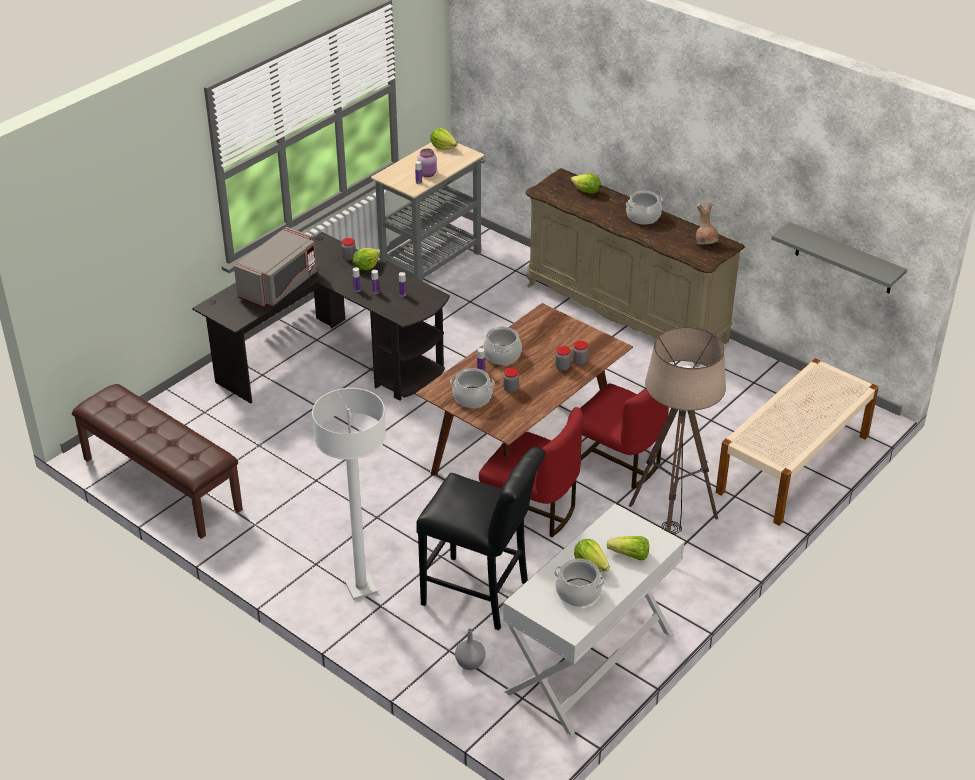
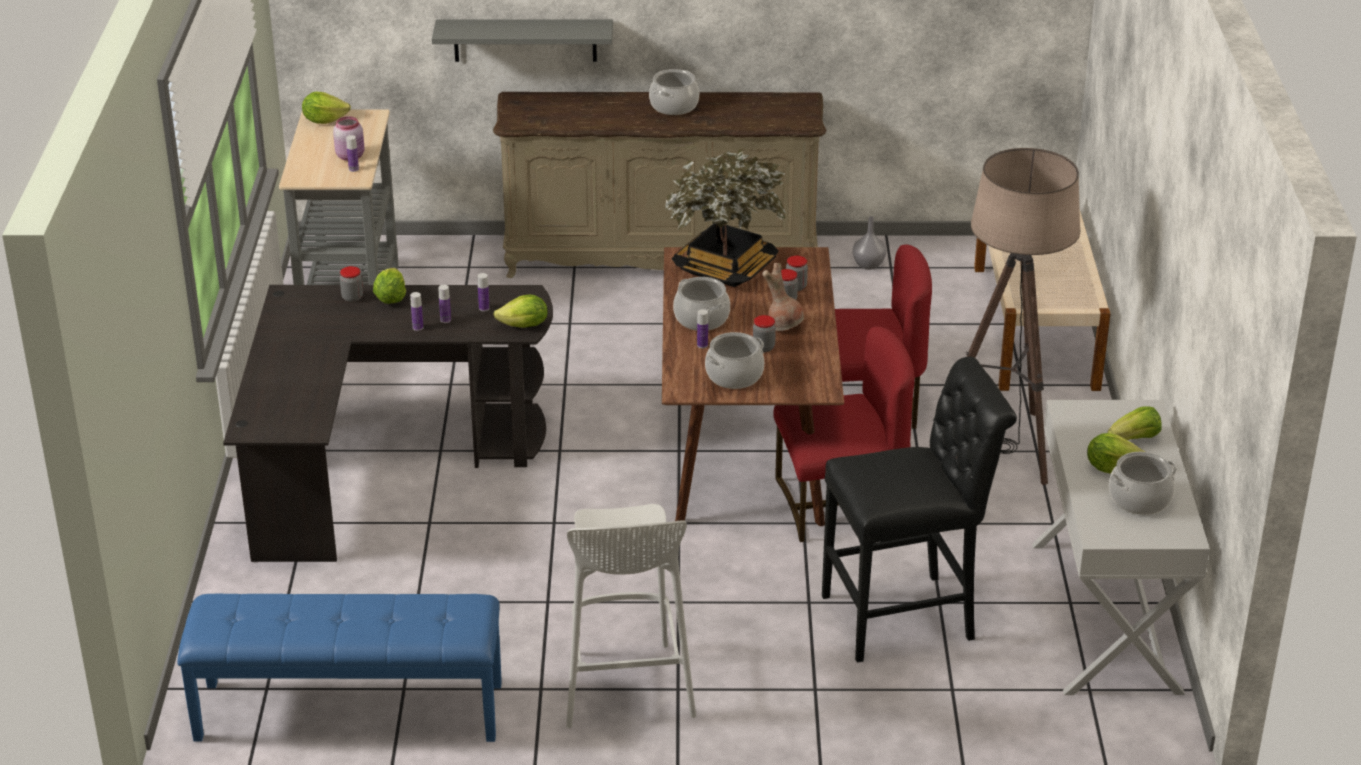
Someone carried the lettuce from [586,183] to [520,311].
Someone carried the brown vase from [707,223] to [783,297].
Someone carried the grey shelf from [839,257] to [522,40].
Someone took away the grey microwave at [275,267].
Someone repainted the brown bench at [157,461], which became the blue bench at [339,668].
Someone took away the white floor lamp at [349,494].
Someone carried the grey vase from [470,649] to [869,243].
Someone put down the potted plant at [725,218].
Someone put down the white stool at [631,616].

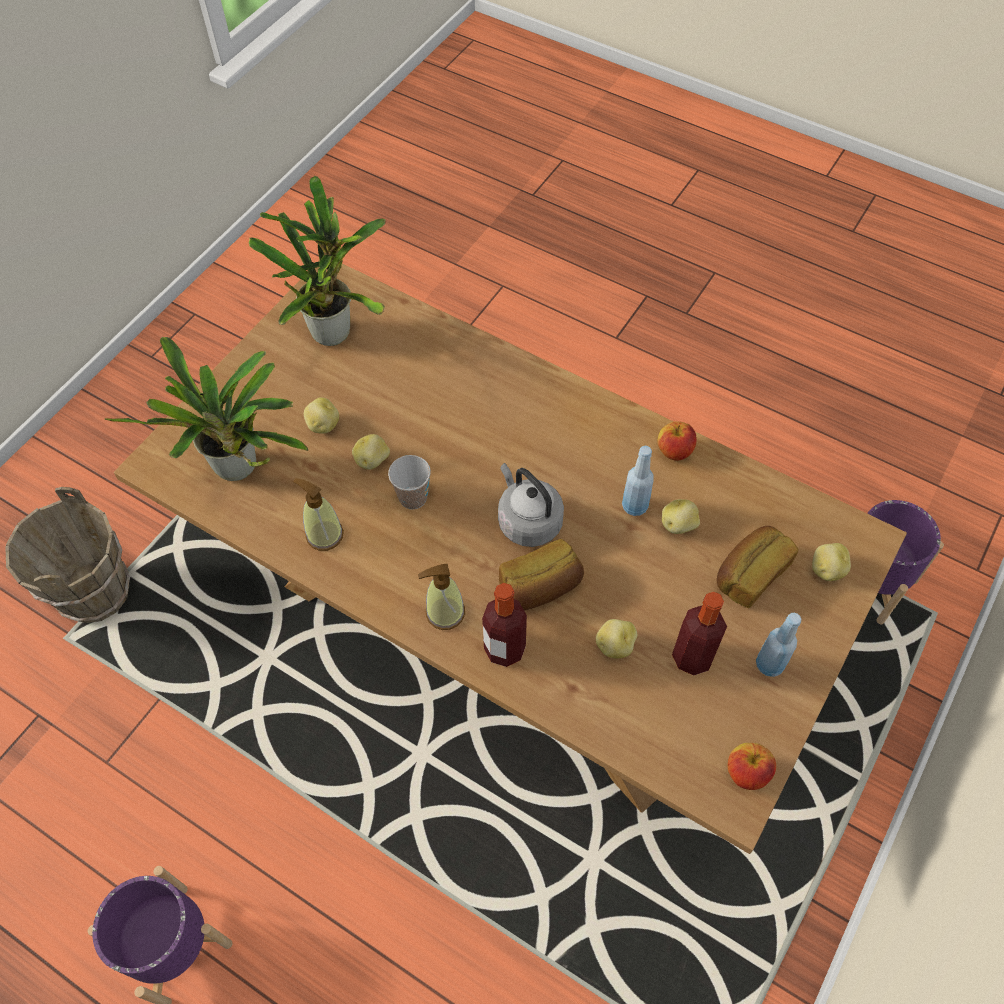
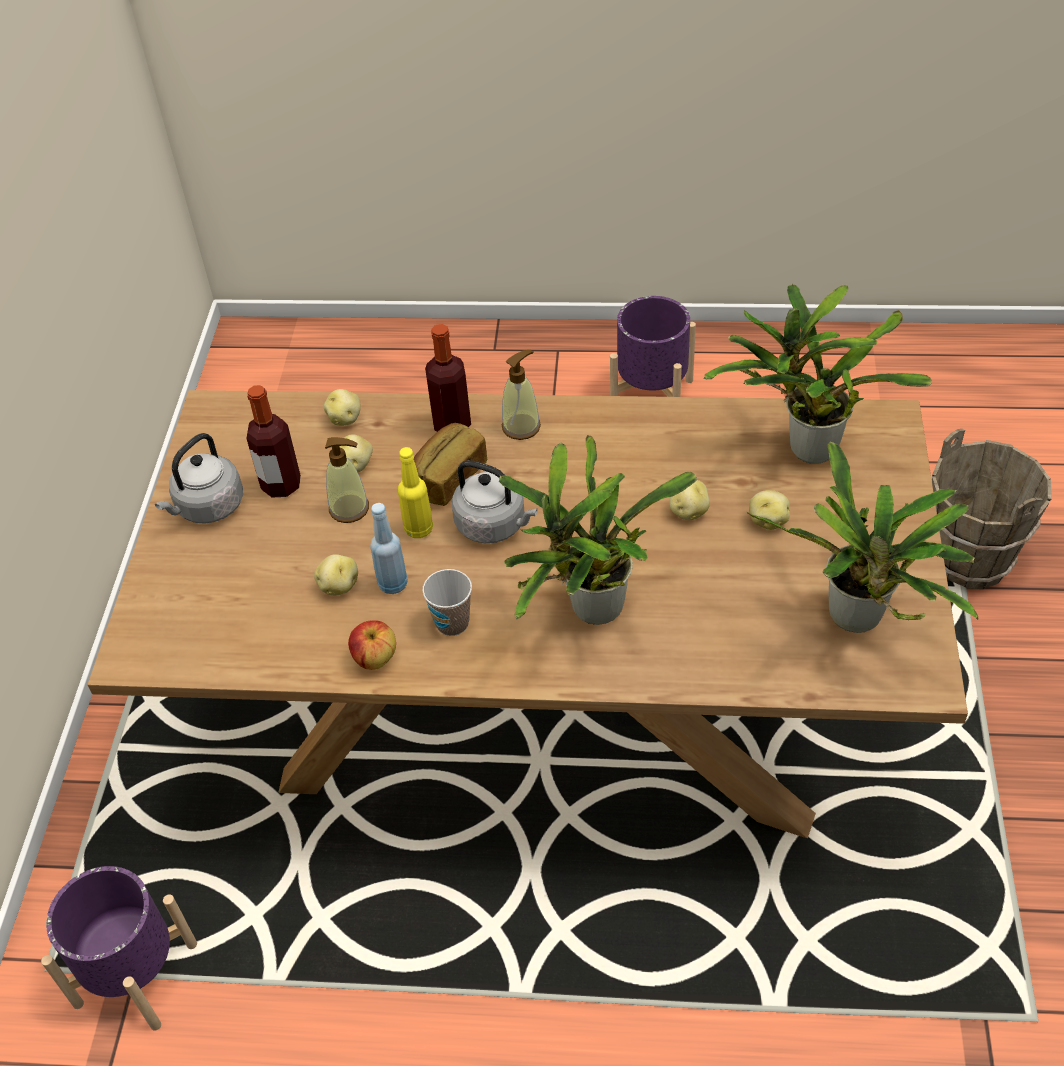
Someone carried the cup from [409,482] to [447,602].
Someone carried the soap dispenser from [318,514] to [347,480].
Someone took away the bread at [757,567].
Someone carried the potato from [831,562] to [342,407].
Someone swapped the blue bottle at [778,645] for the grey kettle at [199,478].
Someone took away the apple at [751,766].
Someone put down the potted plant at [598,530].
Someone put down the yellow bottle at [415,492].

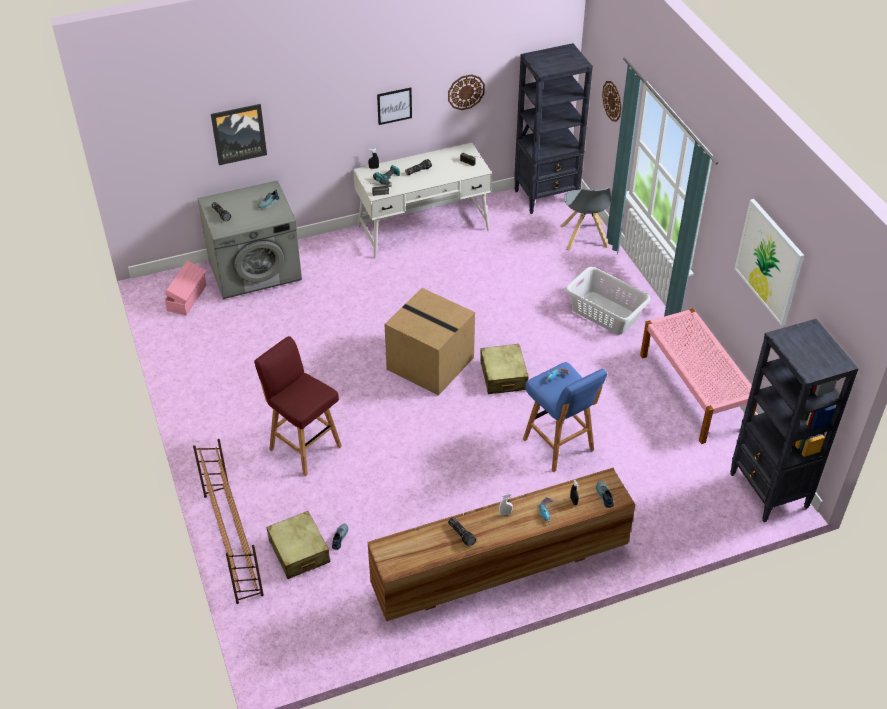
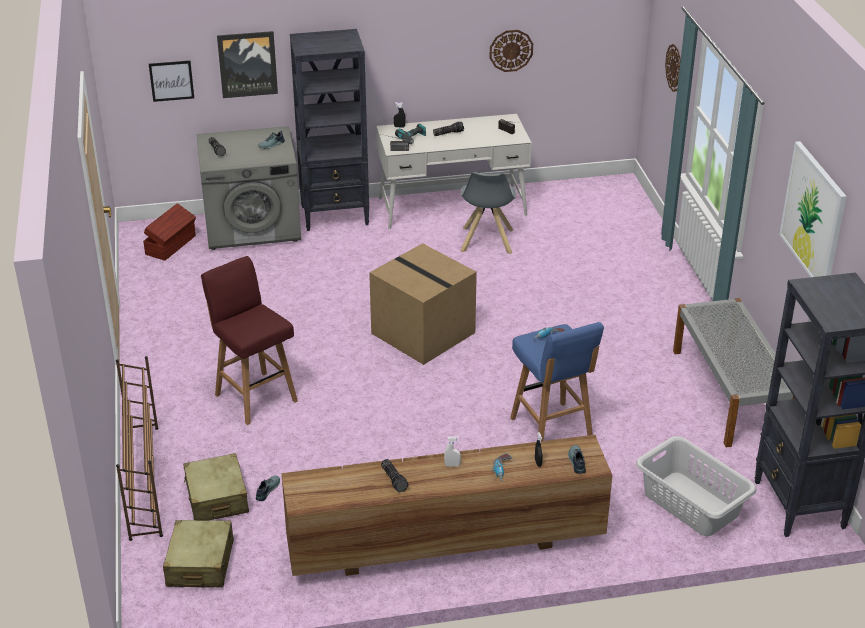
Someone carried the black bookcase from [553,128] to [329,130].
Someone carried the picture from [394,106] to [171,81].
Someone carried the grey chair from [586,218] to [488,213].
Someone repainted the pink storage box at [185,287], which became the brown storage box at [169,232].
Someone carried the grey laundry basket from [608,301] to [696,486].
Someone repainted the pink bench at [698,376], which became the grey bench at [734,372].
Someone carried the beige suitcase from [504,369] to [198,554].

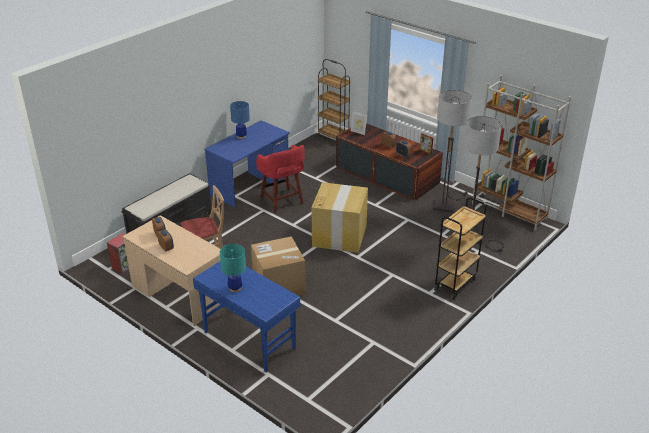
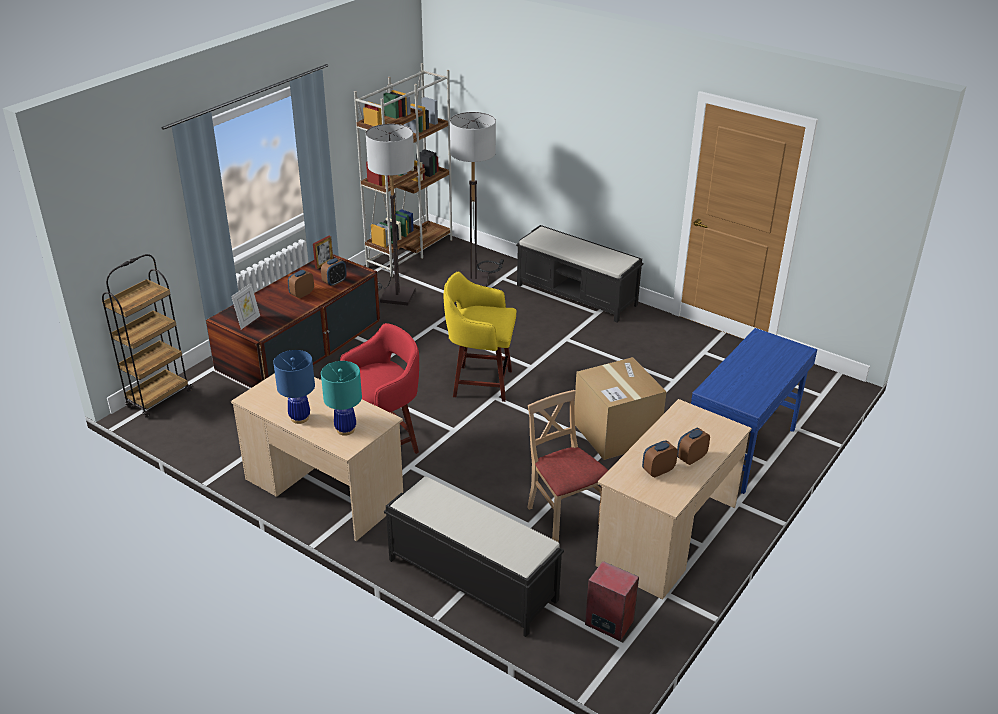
Someone repainted the blue desk at [247,164], which became the beige desk at [317,457].
Someone swapped the cardboard box at [340,217] for the yellow stool at [480,337].
Someone swapped the brown cart at [460,248] for the black bench at [579,274].
Someone carried the turquoise table lamp from [233,268] to [341,398].

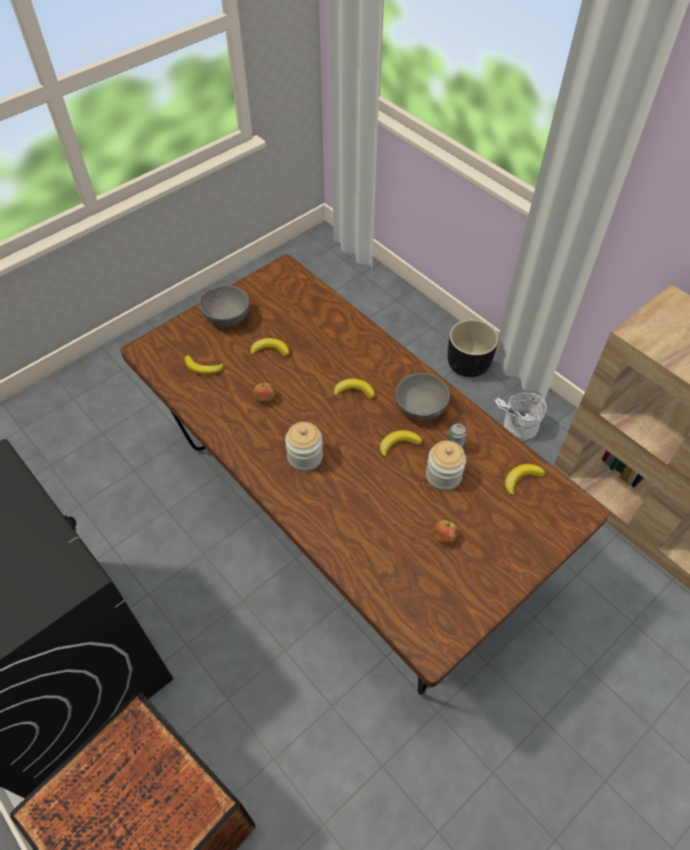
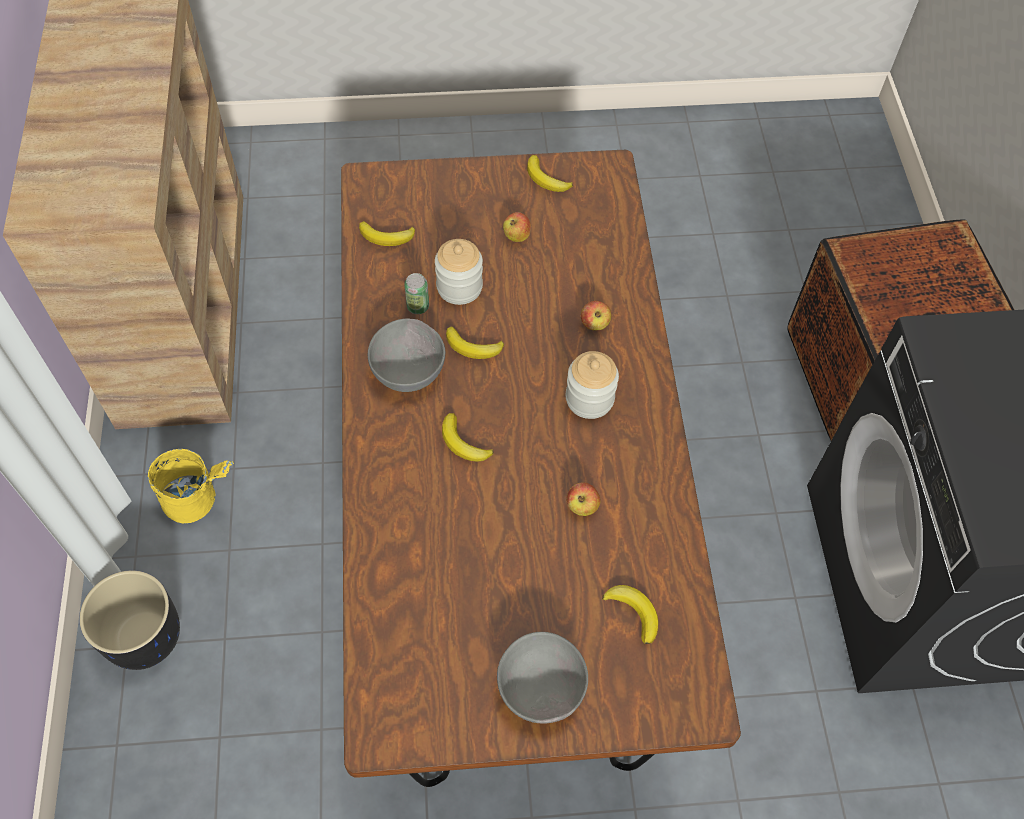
Someone carried the banana from [270,347] to [550,173].
Someone repainted the white bucket at [520,416], which became the yellow bucket at [191,486].
Someone put down the apple at [596,315].

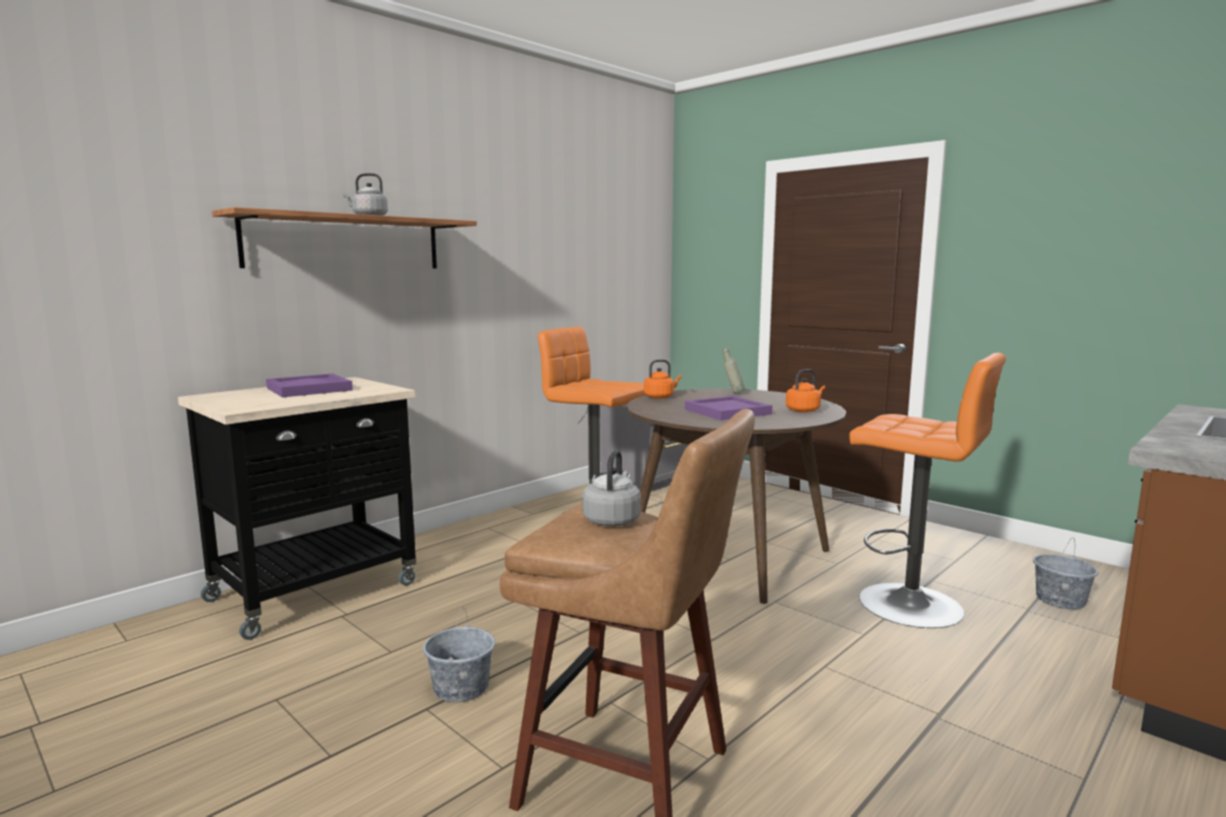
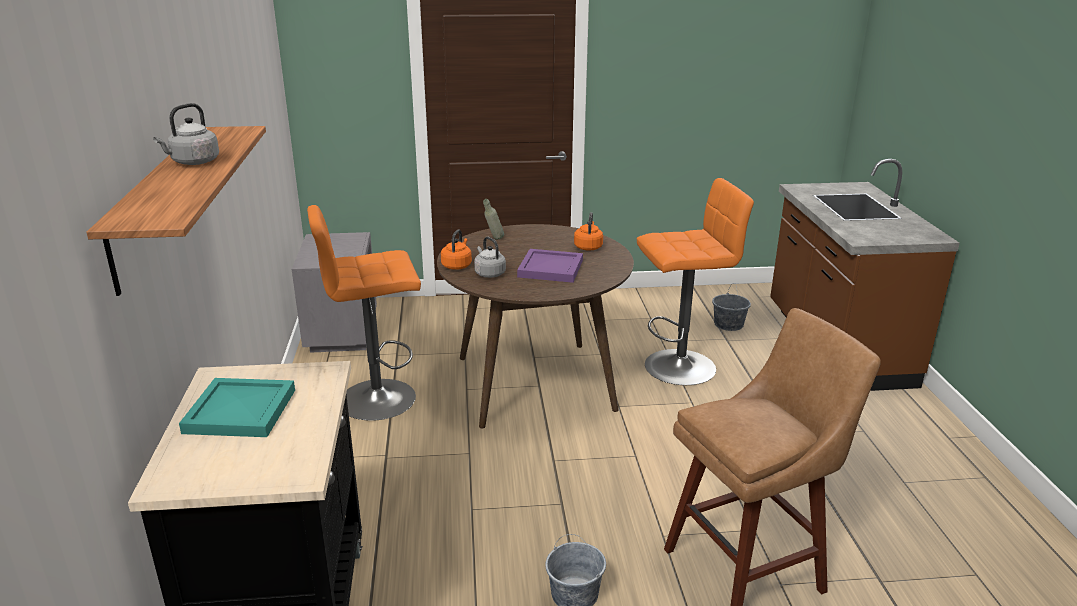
Someone repainted the purple tray at [309,385], which became the turquoise tray at [237,407].
Someone carried the grey kettle from [611,488] to [490,257].

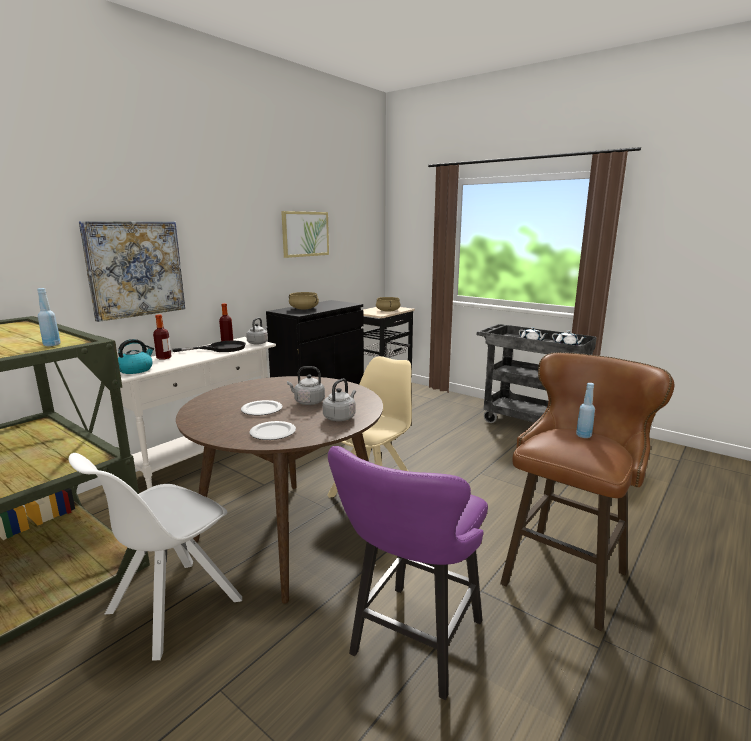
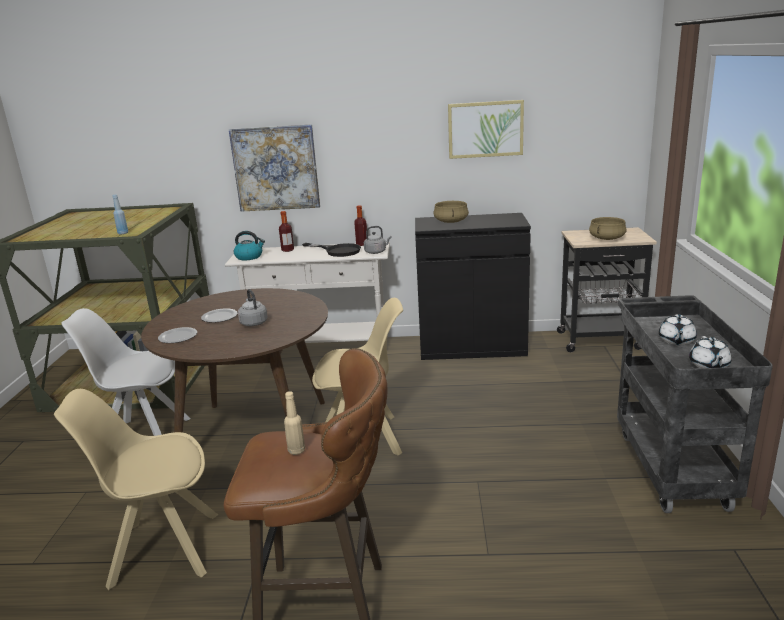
Someone took away the grey kettle at [339,400].
Someone repainted the blue bottle at [585,410], which became the beige bottle at [294,423].
Someone swapped the purple stool at [408,573] for the beige chair at [136,489].

